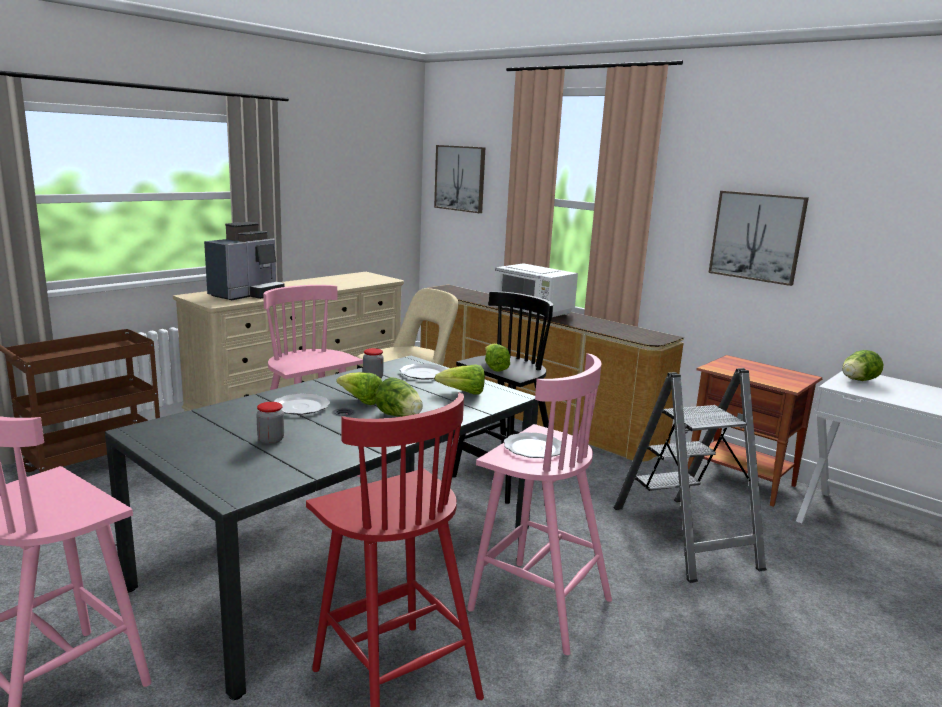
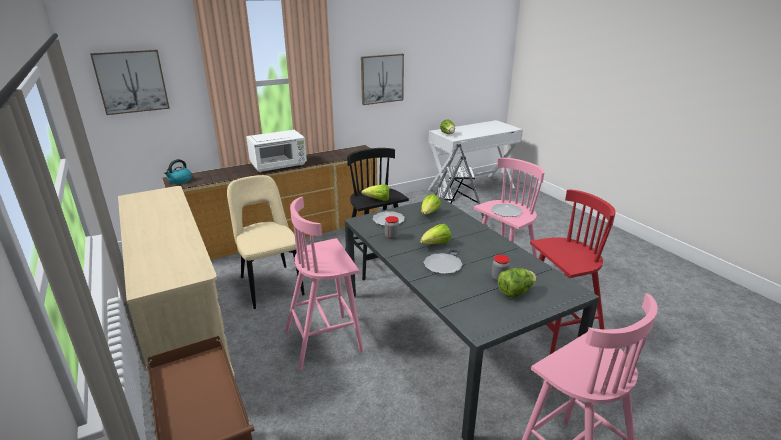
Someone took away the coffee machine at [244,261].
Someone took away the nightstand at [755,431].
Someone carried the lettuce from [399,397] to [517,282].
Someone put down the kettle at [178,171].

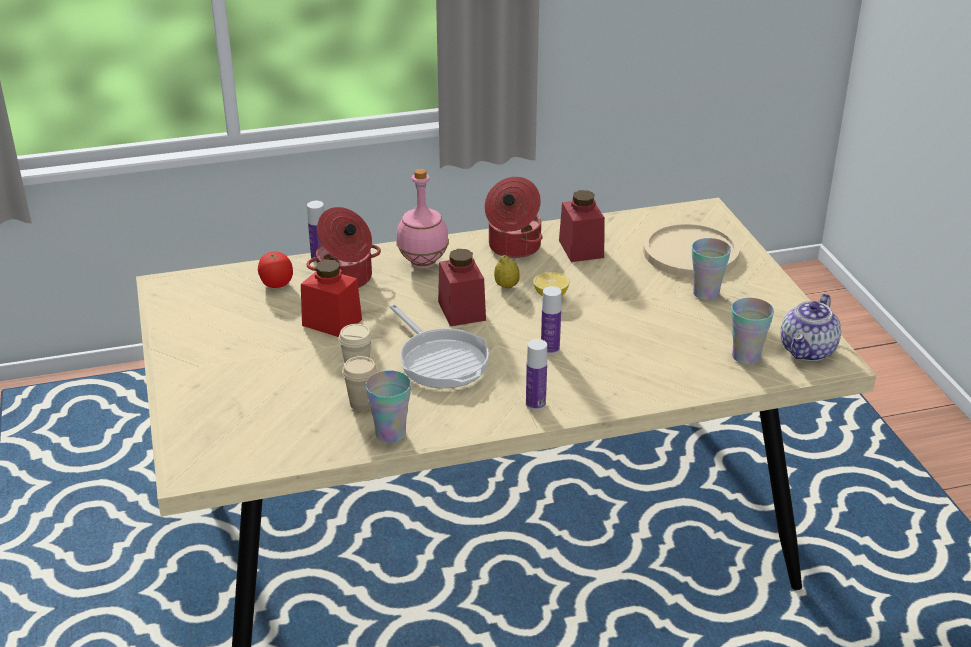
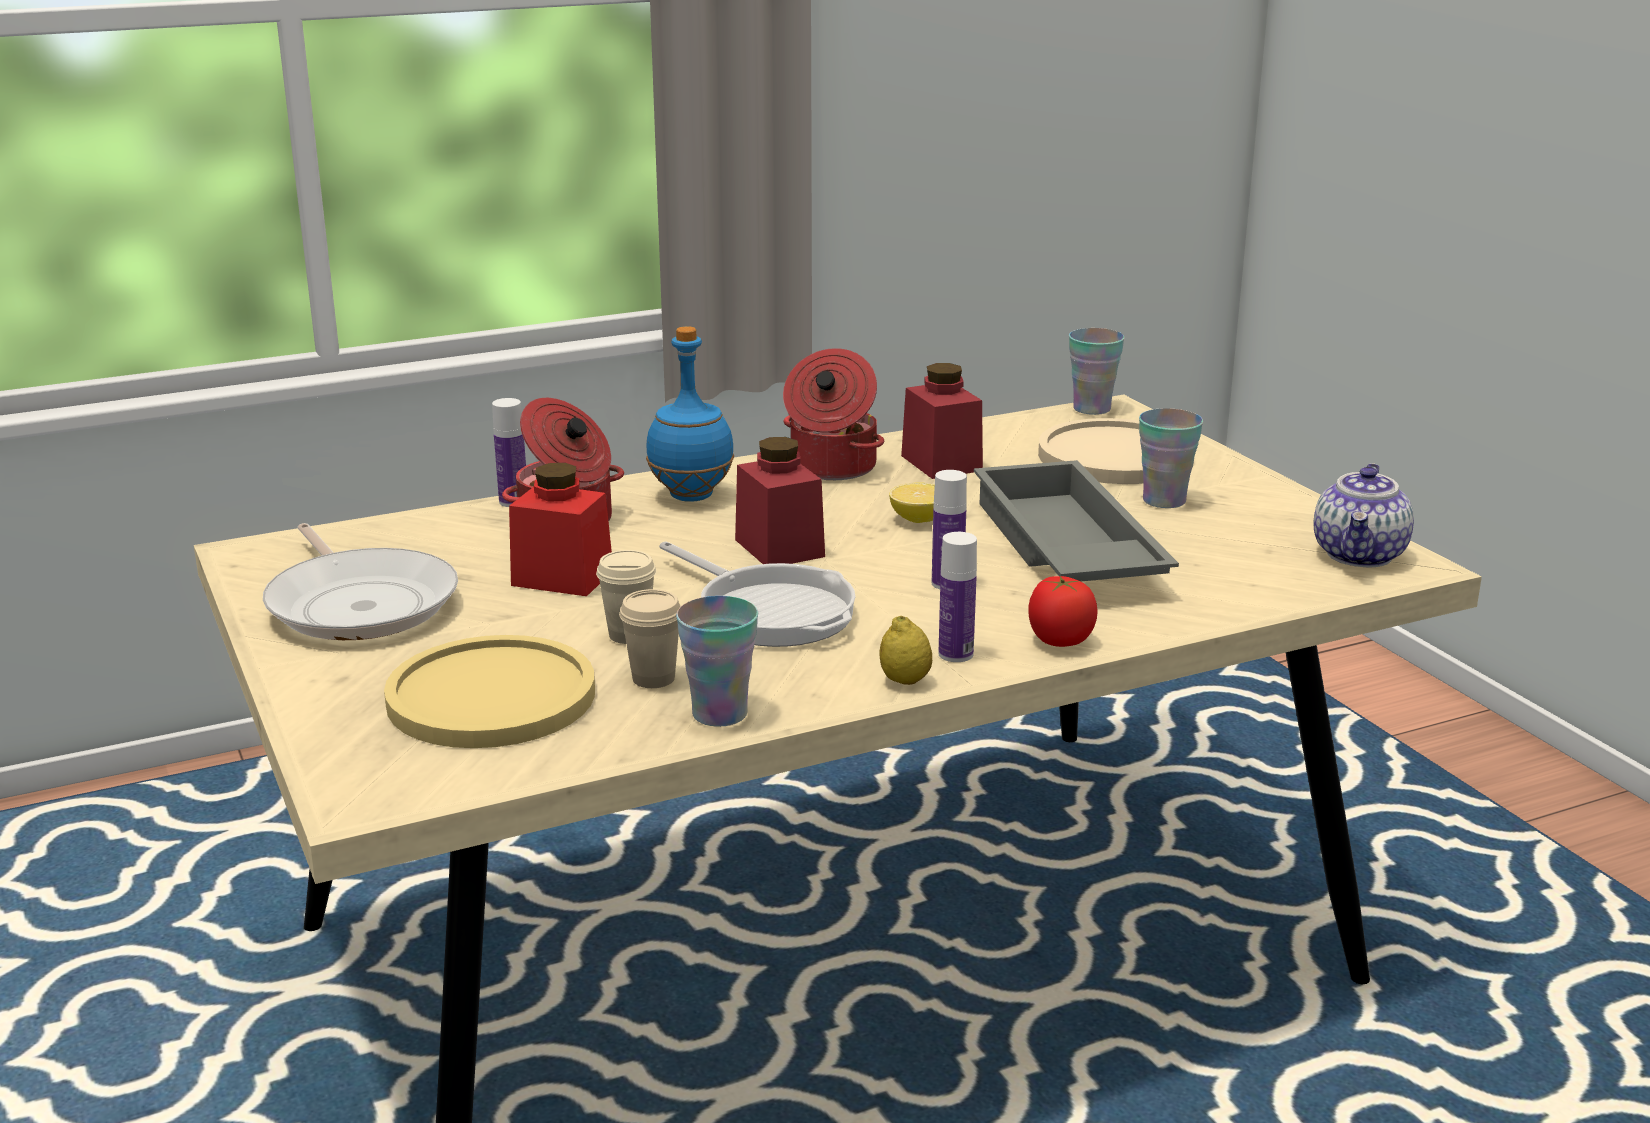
Someone repainted the pink bottle at [423,218], which became the blue bottle at [690,414].
Someone carried the tomato from [275,269] to [1063,611].
Someone carried the lemon from [507,271] to [906,650].
Someone carried the cup from [752,331] to [1097,371].
Someone put down the grey tray at [1076,520].
Someone put down the frying pan at [360,581].
Someone put down the yellow plate at [489,691].

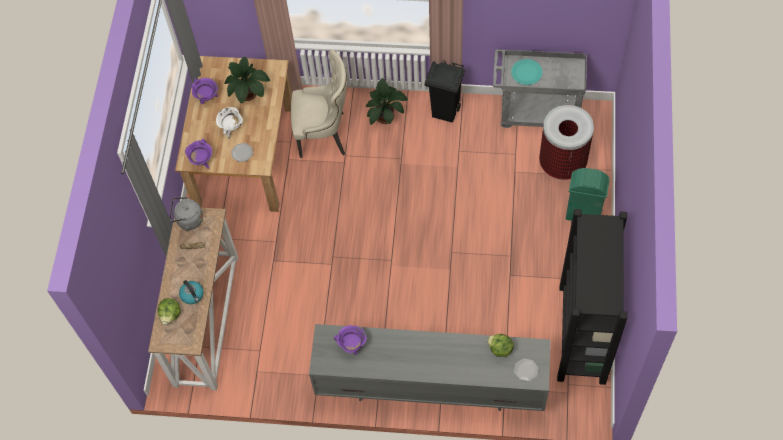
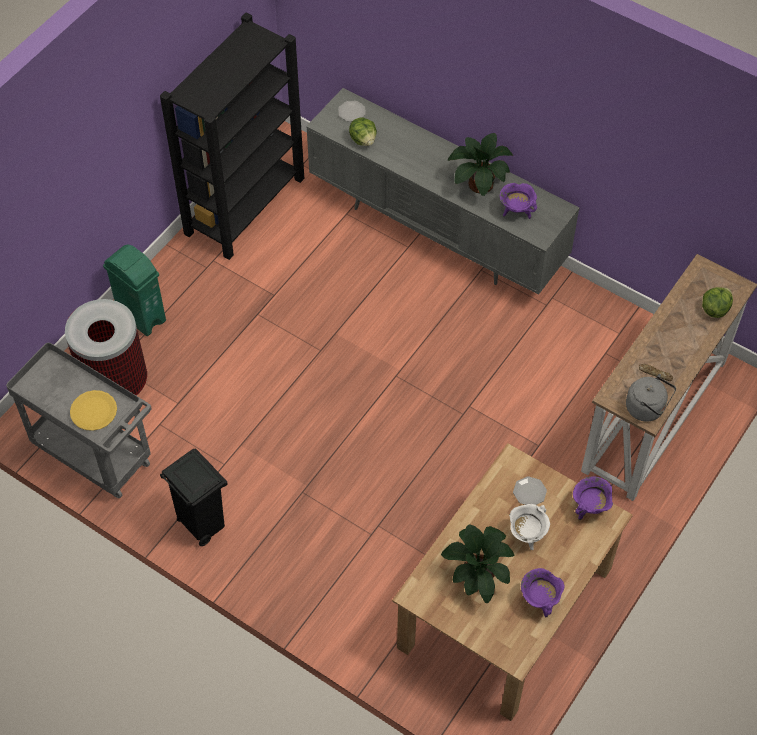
Someone took away the beige chair at [319,103].
Someone repainted the turquoise plate at [527,72], which became the yellow plate at [93,410].
Someone carried the potted plant from [387,101] to [480,164].
Someone took away the kettle at [191,292].

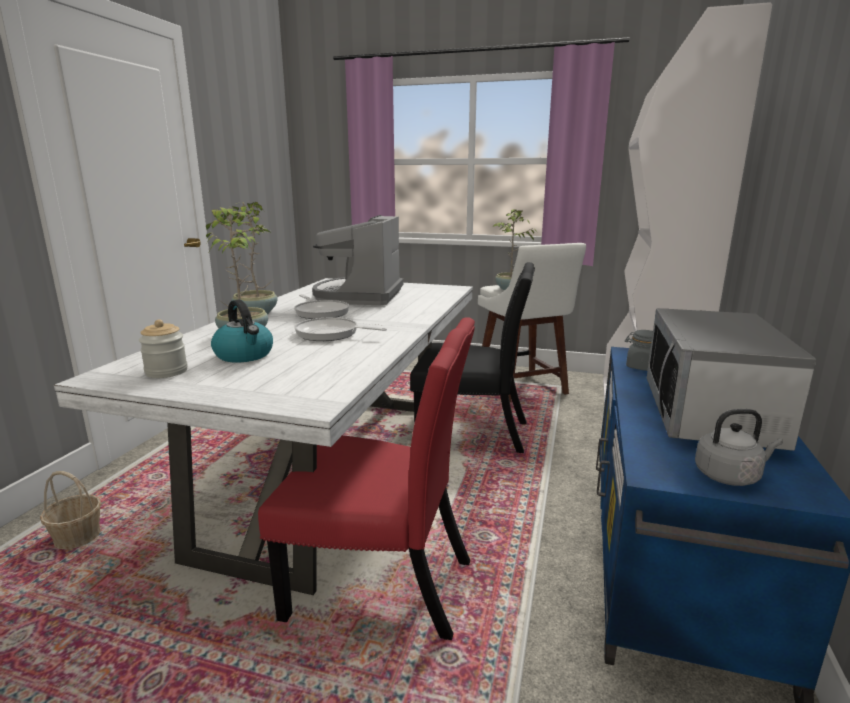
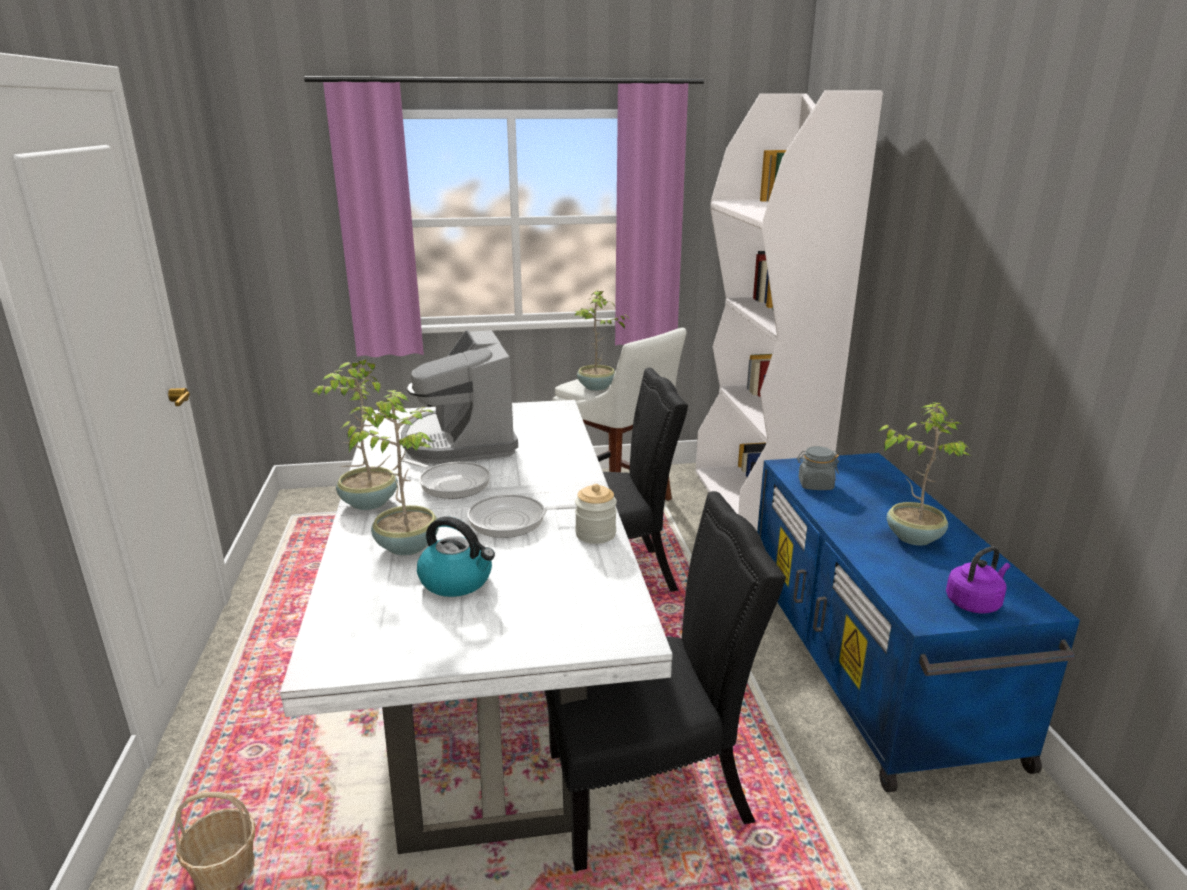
Someone swapped the microwave at [731,379] for the potted plant at [924,473].
Someone repainted the red chair at [366,478], which became the black chair at [665,681].
Someone carried the jar from [163,349] to [596,514].
Someone repainted the grey kettle at [739,447], which became the purple kettle at [978,580].

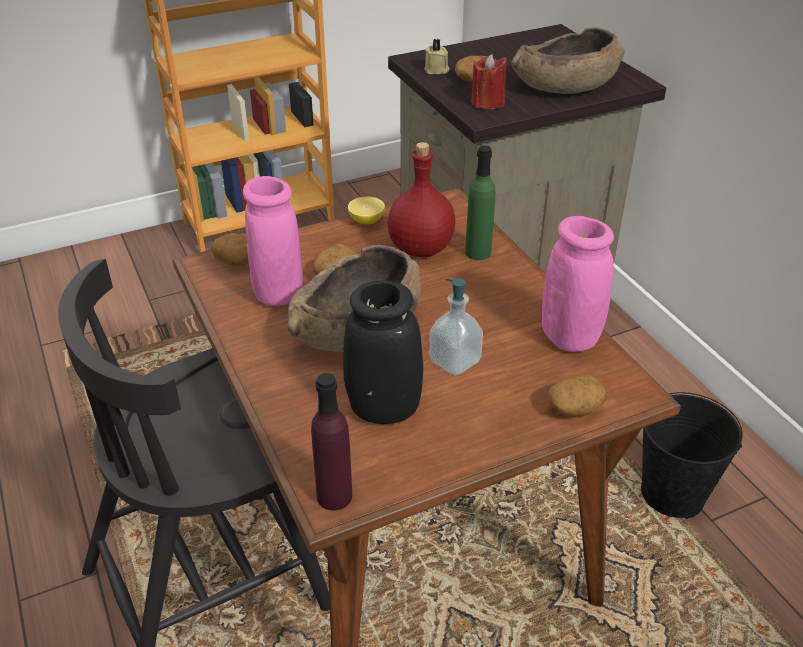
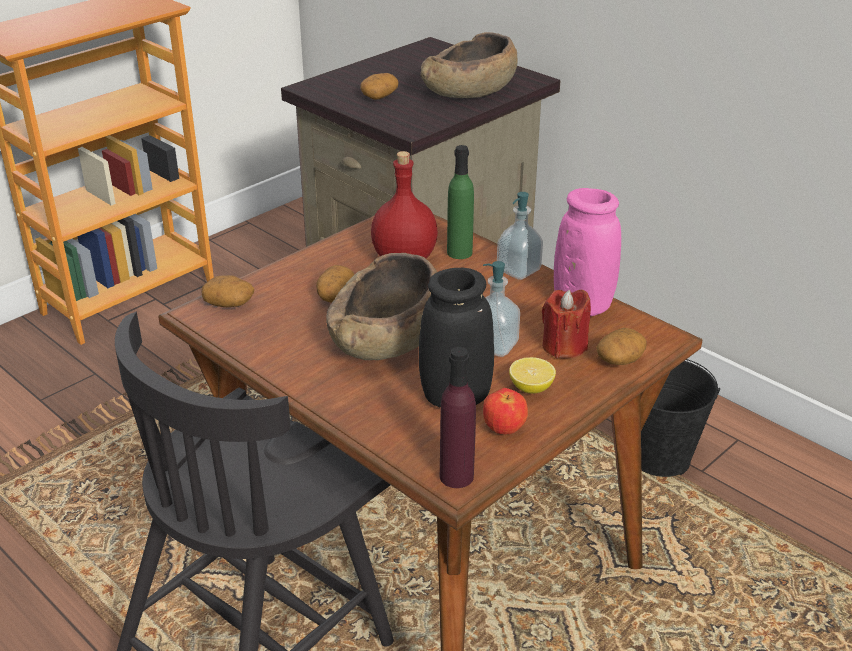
Someone took away the beige candle at [437,56].
Someone carried the red candle from [489,81] to [566,324].
Someone took away the pink vase at [273,241].
Someone carried the lemon from [366,211] to [532,375].
Someone put down the soap dispenser at [520,236].
Someone put down the apple at [505,411].

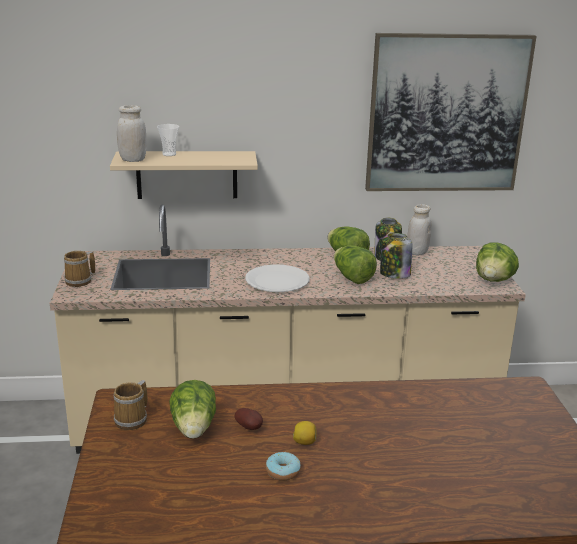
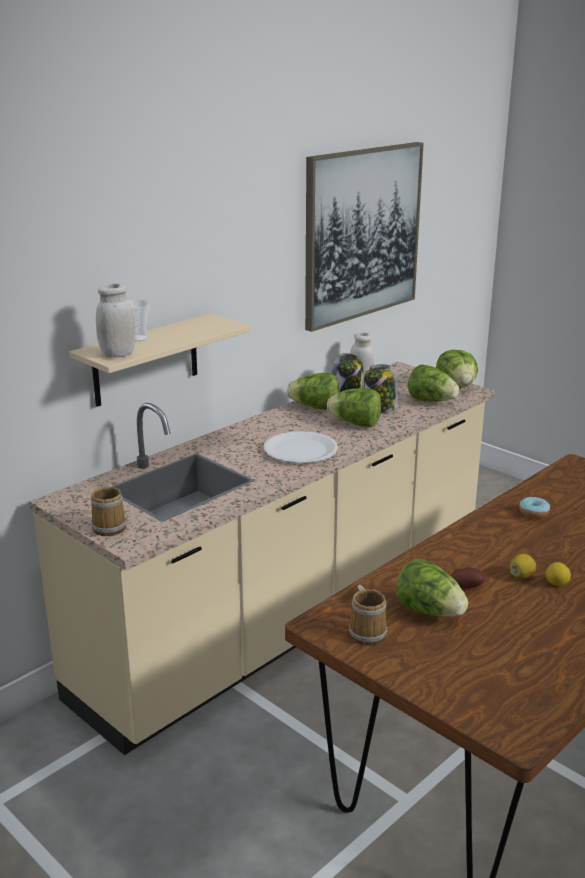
Someone carried the donut from [283,466] to [534,507].
Someone put down the lettuce at [433,383].
Someone put down the lemon at [558,574].

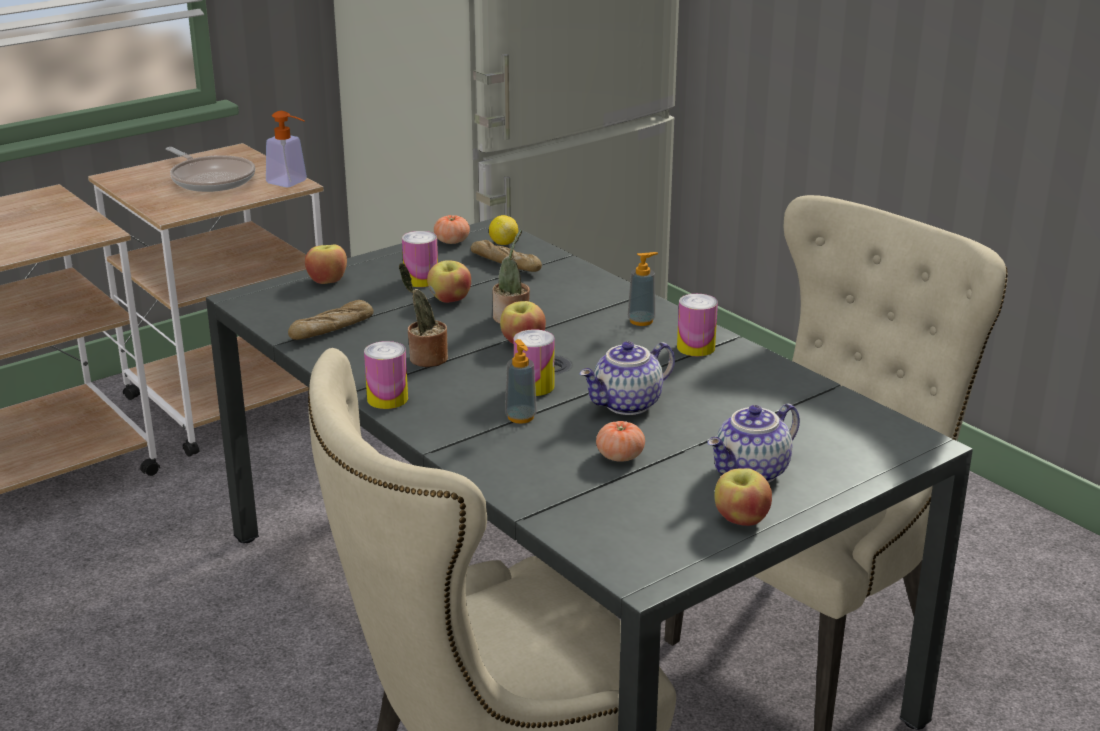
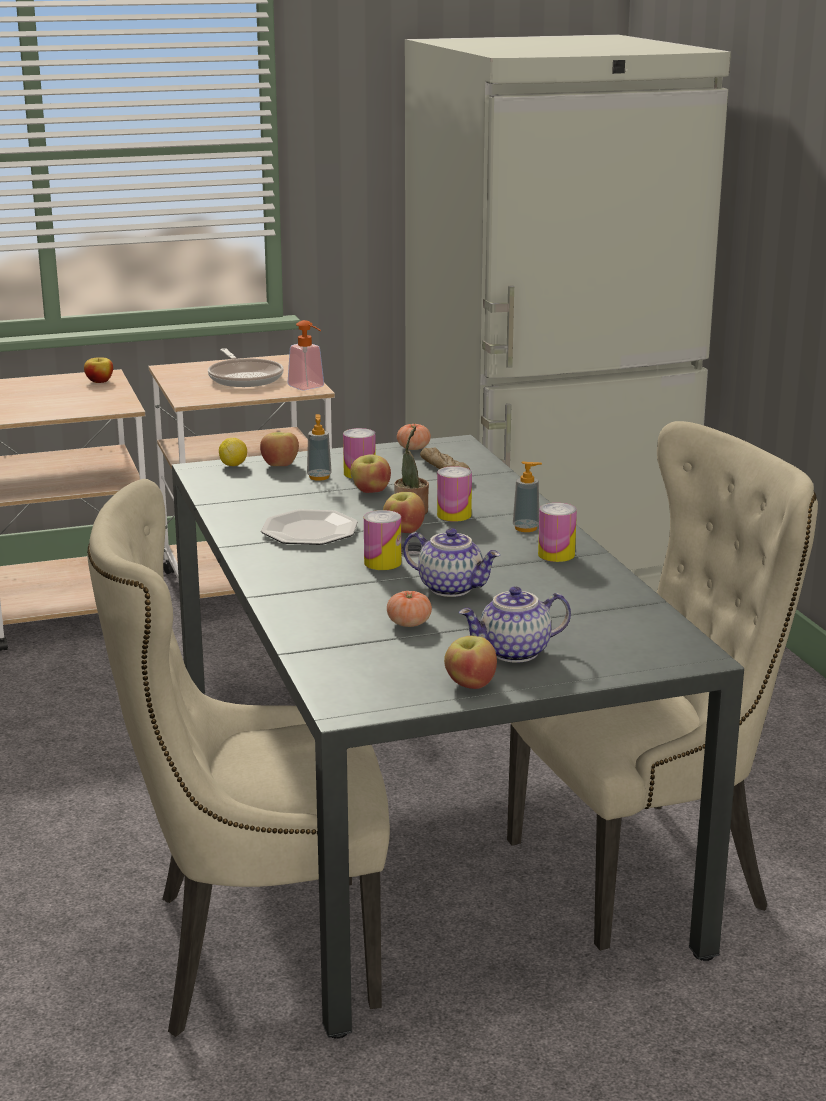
Someone carried the lemon from [503,230] to [233,452].
Someone swapped the potted plant at [423,315] for the plate at [309,527].
Someone took away the bread at [331,320].
Someone carried the soap dispenser from [521,381] to [319,447].
Someone carried the can from [386,375] to [454,494].
Someone rotated the teapot at [627,378] by 135 degrees counterclockwise.
Someone put down the apple at [98,370].

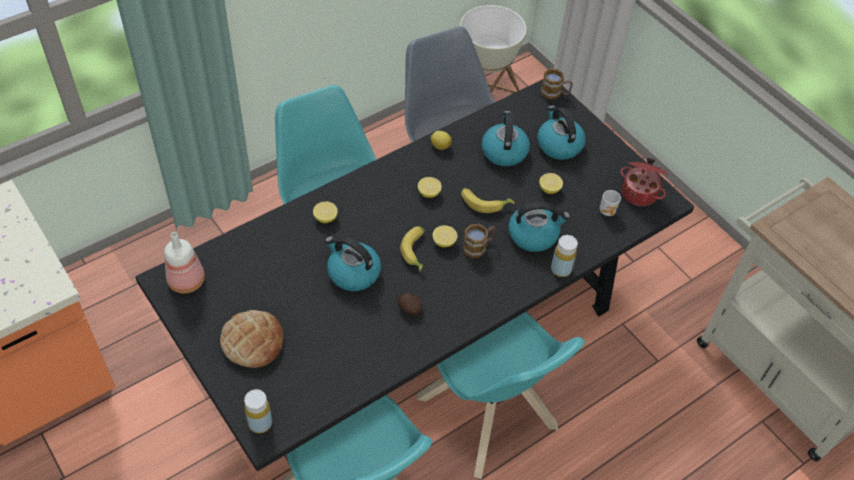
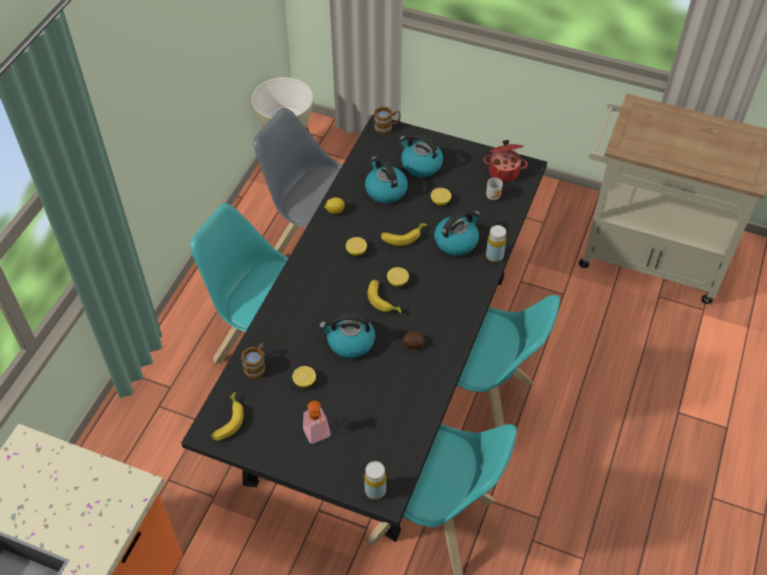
Someone carried the lemon from [325,212] to [304,377].
Someone carried the mug from [479,241] to [253,360].
Someone swapped the bottle at [184,263] for the banana at [227,416].
Someone swapped the bread at [252,339] for the soap dispenser at [317,422].

